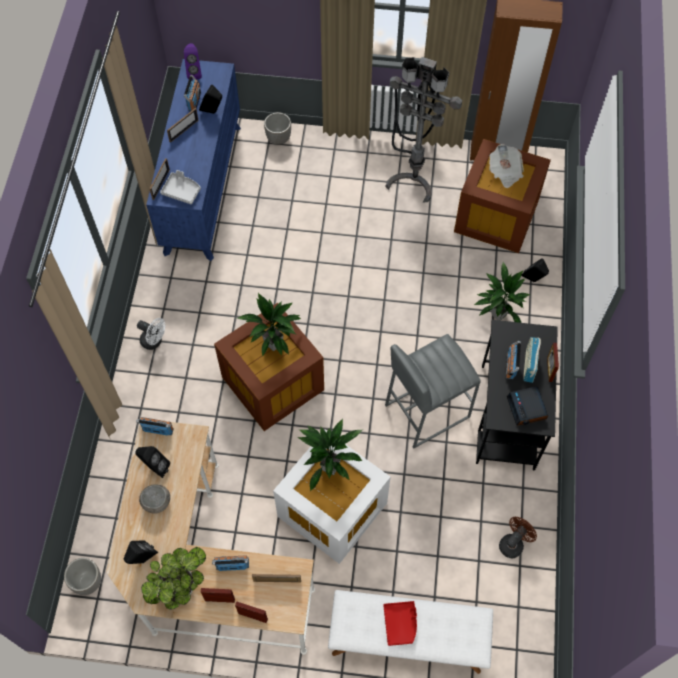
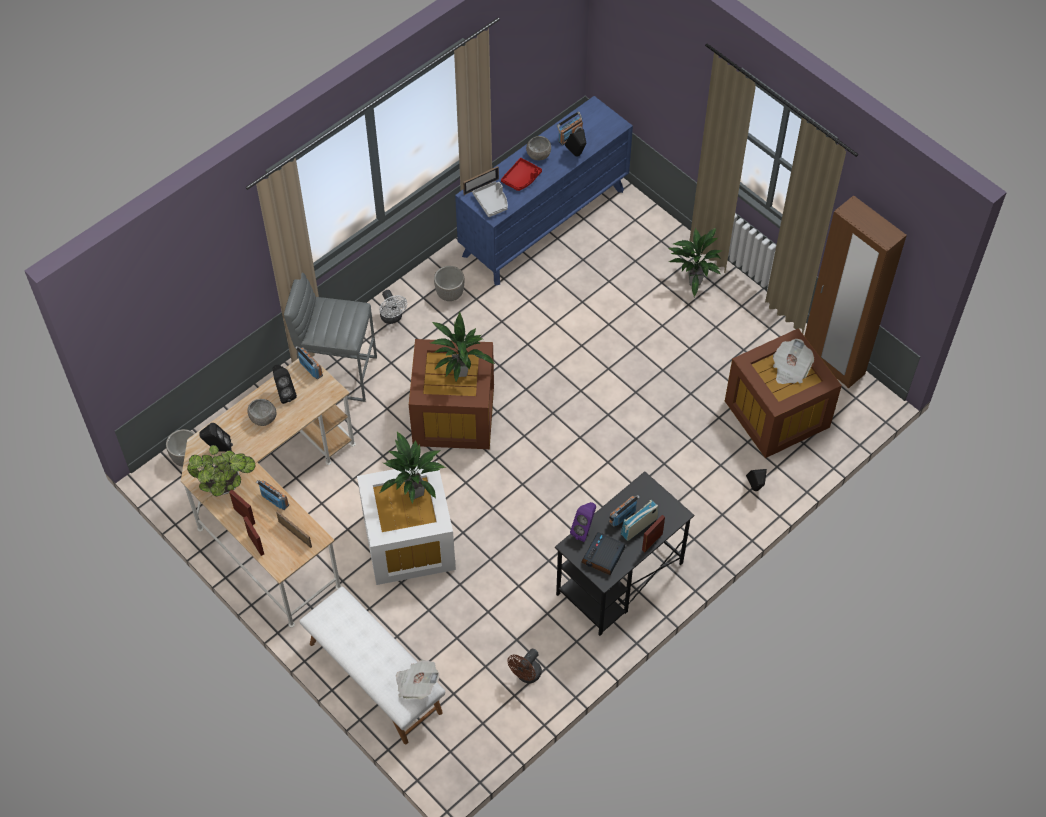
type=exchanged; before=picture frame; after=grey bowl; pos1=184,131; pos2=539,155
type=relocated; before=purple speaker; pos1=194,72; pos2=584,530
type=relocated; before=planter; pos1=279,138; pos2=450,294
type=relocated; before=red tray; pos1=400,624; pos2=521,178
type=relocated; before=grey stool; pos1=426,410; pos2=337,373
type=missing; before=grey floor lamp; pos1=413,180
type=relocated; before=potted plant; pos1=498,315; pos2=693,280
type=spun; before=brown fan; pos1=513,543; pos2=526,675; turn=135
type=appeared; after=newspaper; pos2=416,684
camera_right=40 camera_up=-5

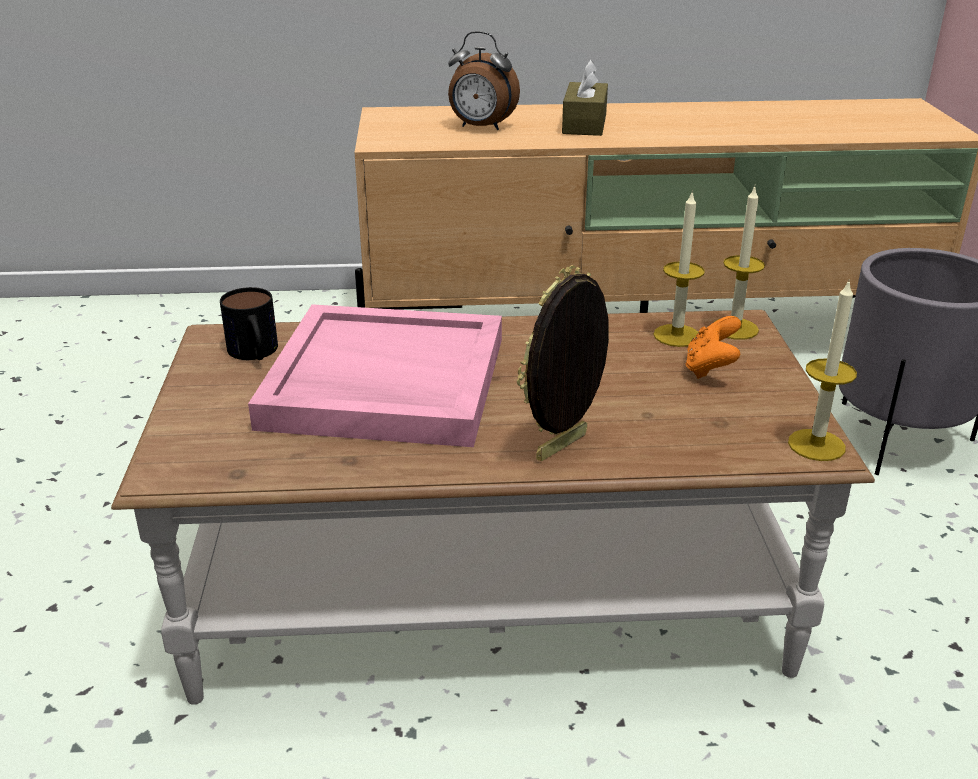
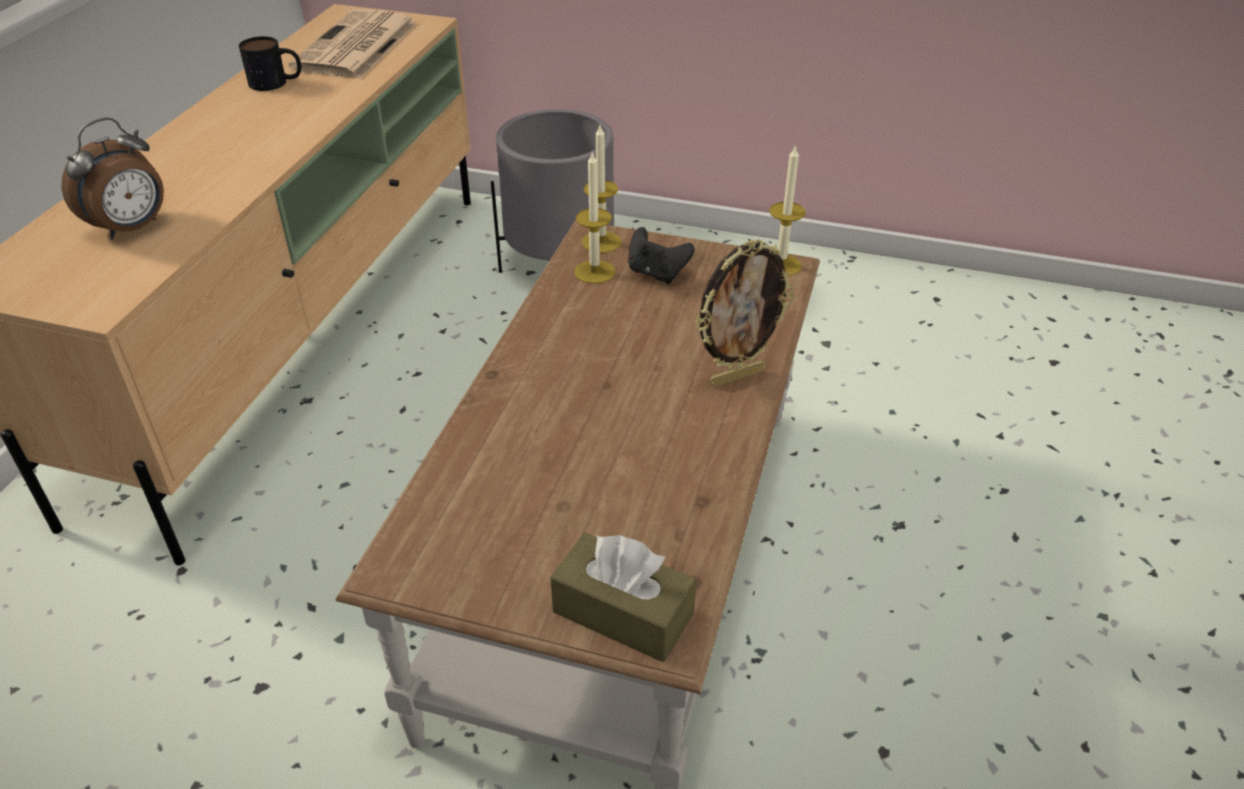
type=relocated; before=mug; pos1=255,353; pos2=277,83
type=missing; before=pink tray; pos1=383,383
type=spun; before=picture frame; pos1=564,448; pos2=736,376; turn=-90
type=relocated; before=brown tissue box; pos1=584,124; pos2=623,613
type=colour; before=orange game controller; after=black game controller; pos1=710,369; pos2=656,273
type=appeared; after=newspaper; pos2=356,47
camera_right=-70 camera_up=10

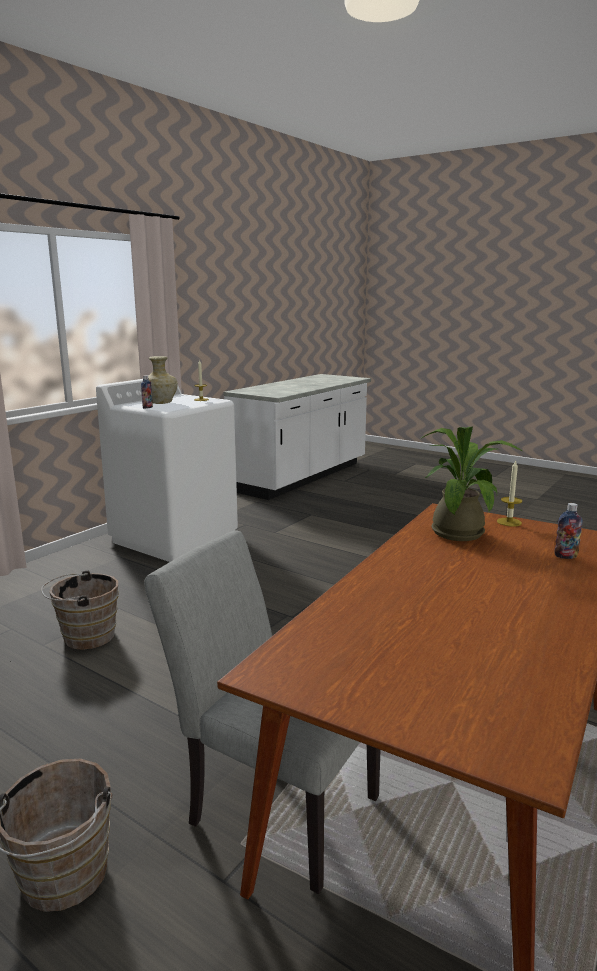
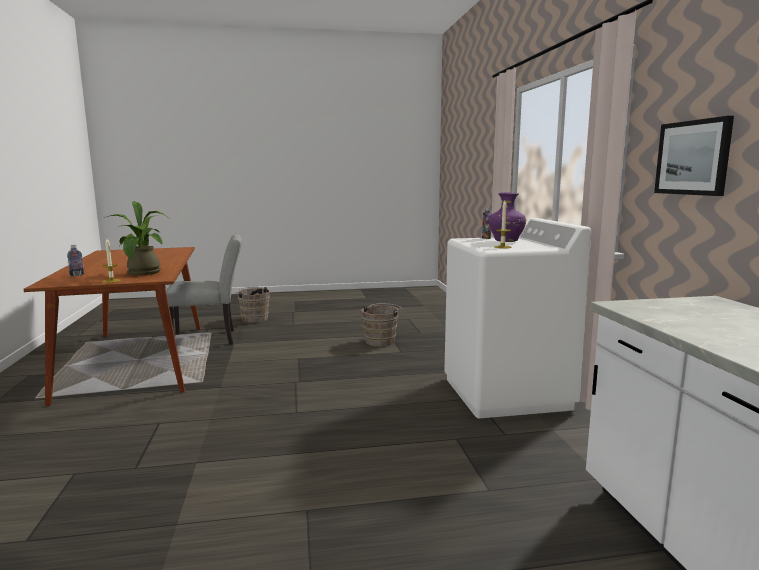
type=colour; before=beige vase; after=purple vase; pos1=160,403; pos2=506,241
type=appeared; after=picture; pos2=693,157
camera_right=135 camera_up=-5

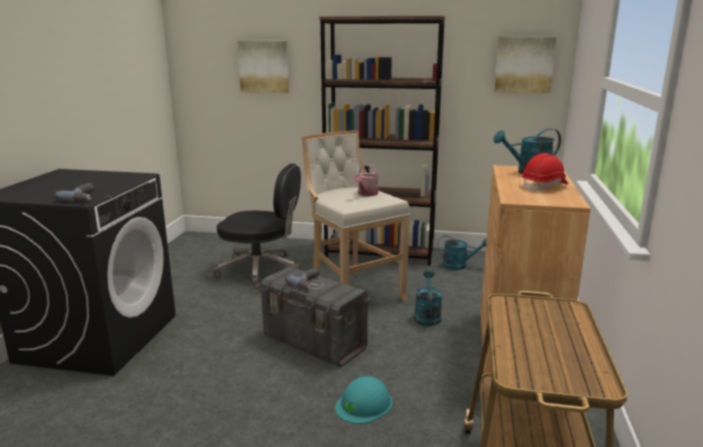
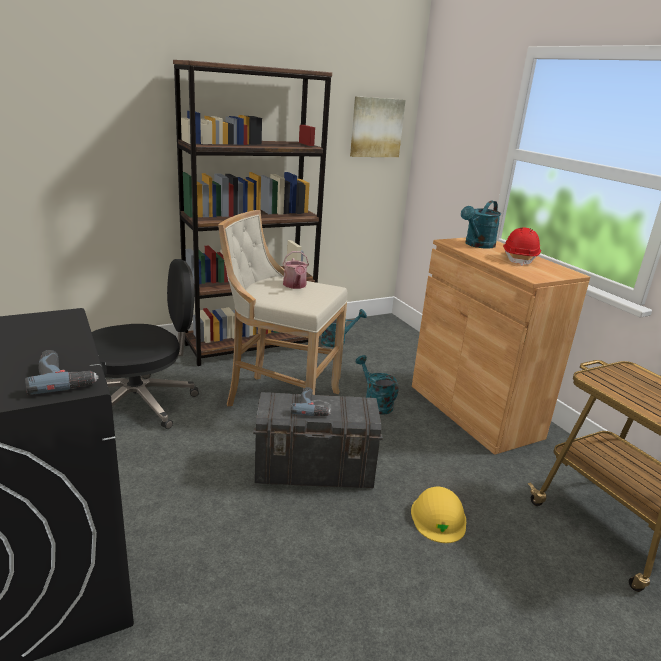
type=missing; before=picture; pos1=264,66
type=colour; before=turquoise hard hat; after=yellow hard hat; pos1=364,404; pos2=438,517
camera_right=-40 camera_up=5

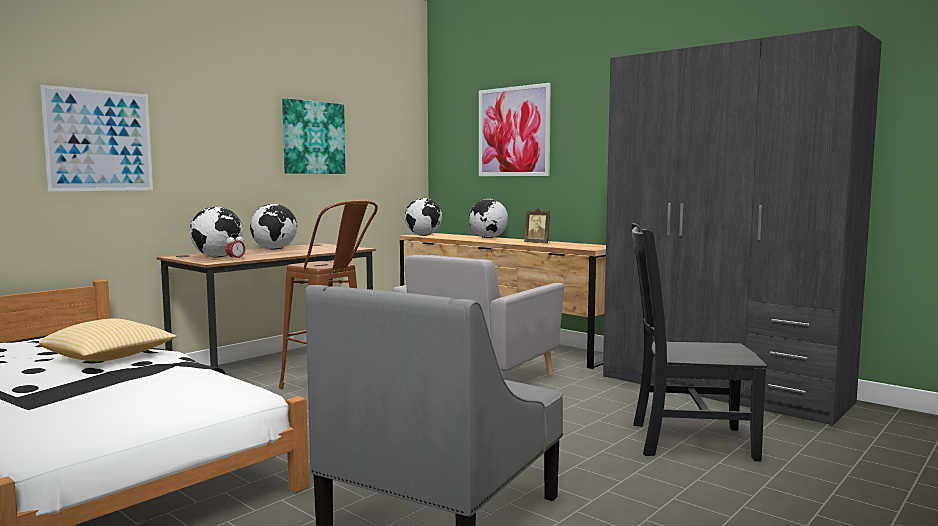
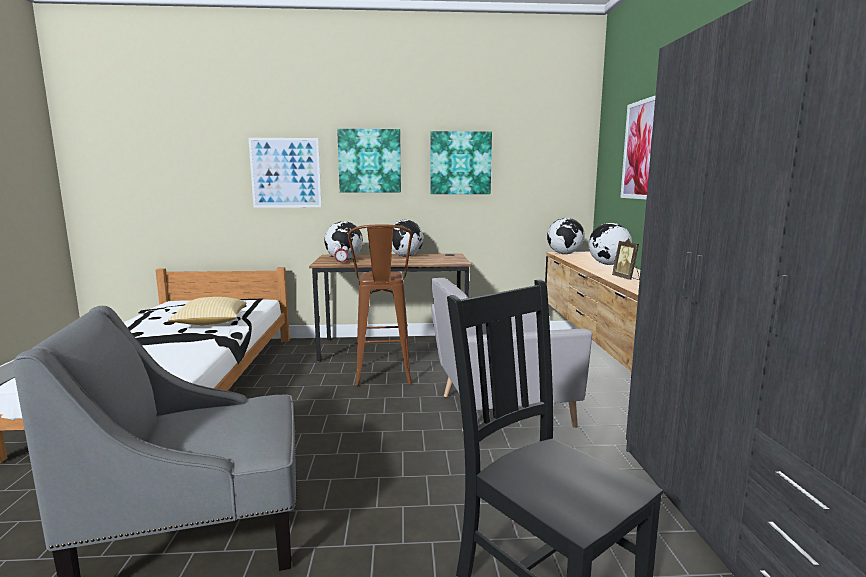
type=appeared; after=picture; pos2=369,161
camera_right=45 camera_up=5

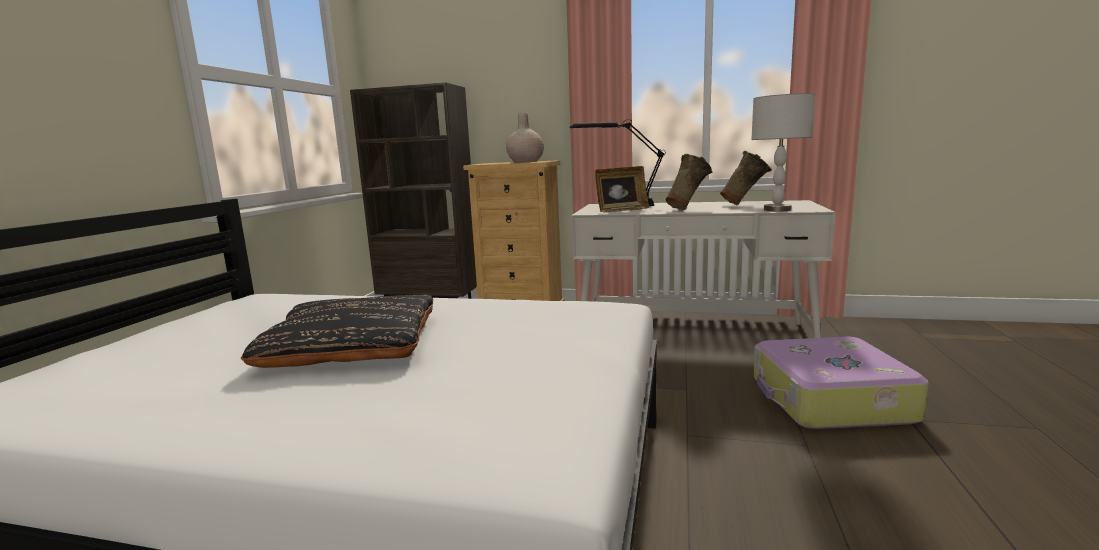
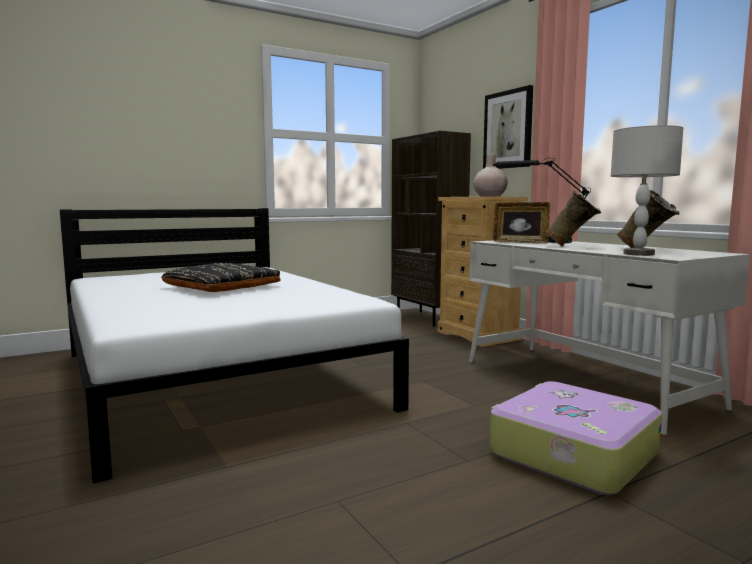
type=appeared; after=picture; pos2=508,130
camera_right=45 camera_up=-5

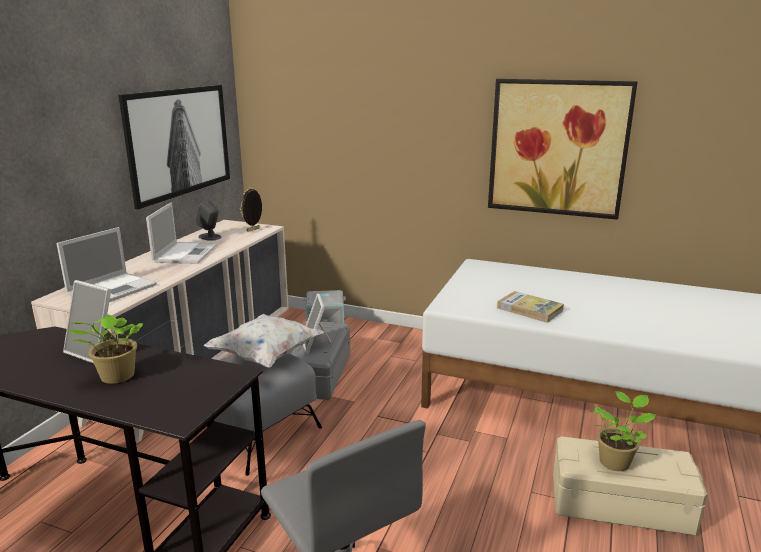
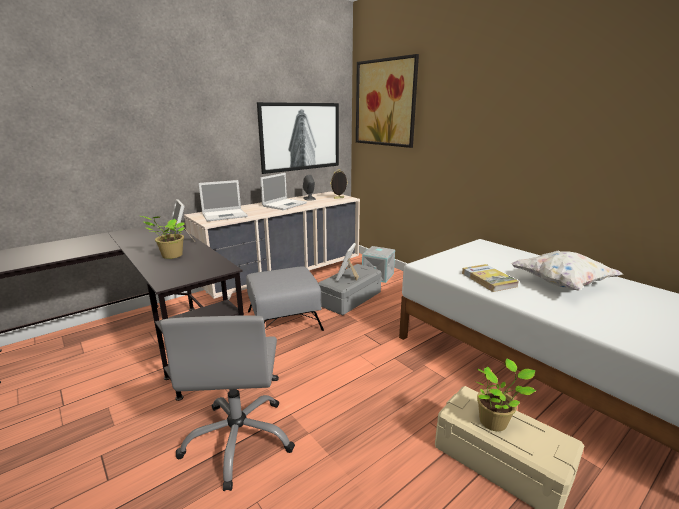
type=relocated; before=white pillow; pos1=267,356; pos2=562,284
type=relocated; before=picture; pos1=557,148; pos2=385,103
camera_right=30 camera_up=0

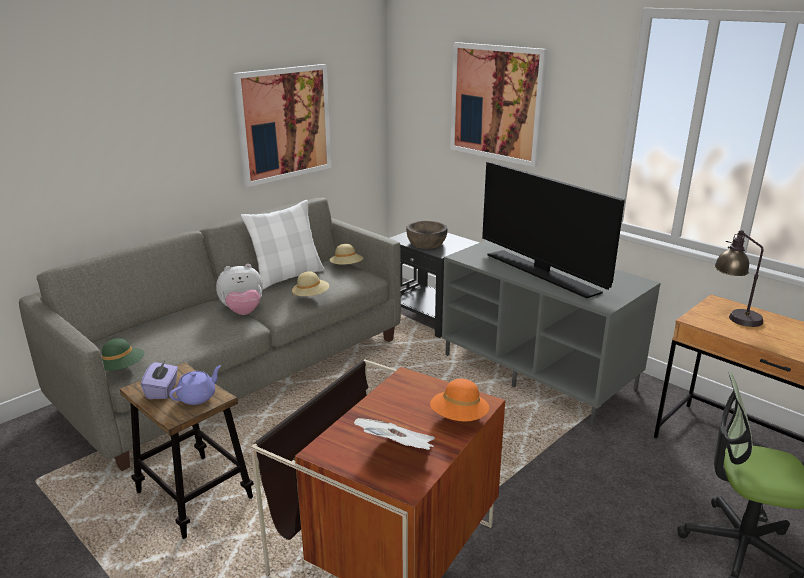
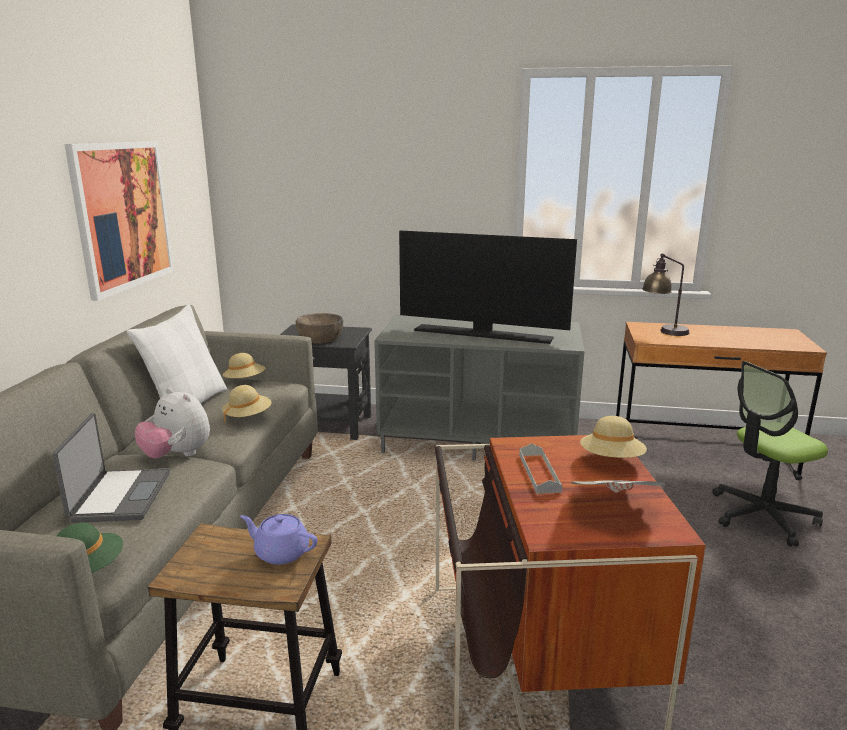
type=missing; before=purple tissue box; pos1=162,390
type=spun; before=purple teapot; pos1=198,397; pos2=280,553; turn=-75
type=spun; before=plush toy; pos1=243,312; pos2=177,455; turn=90
type=colour; before=orange hat; after=beige hat; pos1=459,417; pos2=611,460
type=missing; before=picture; pos1=496,103
type=appeared; after=laptop; pos2=119,496
type=appeared; after=grey tray; pos2=539,473
camera_right=-35 camera_up=-5

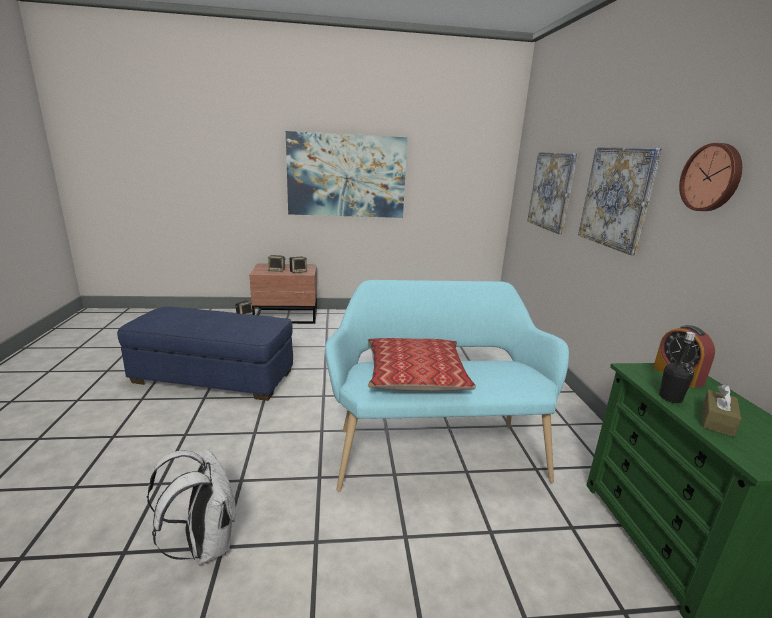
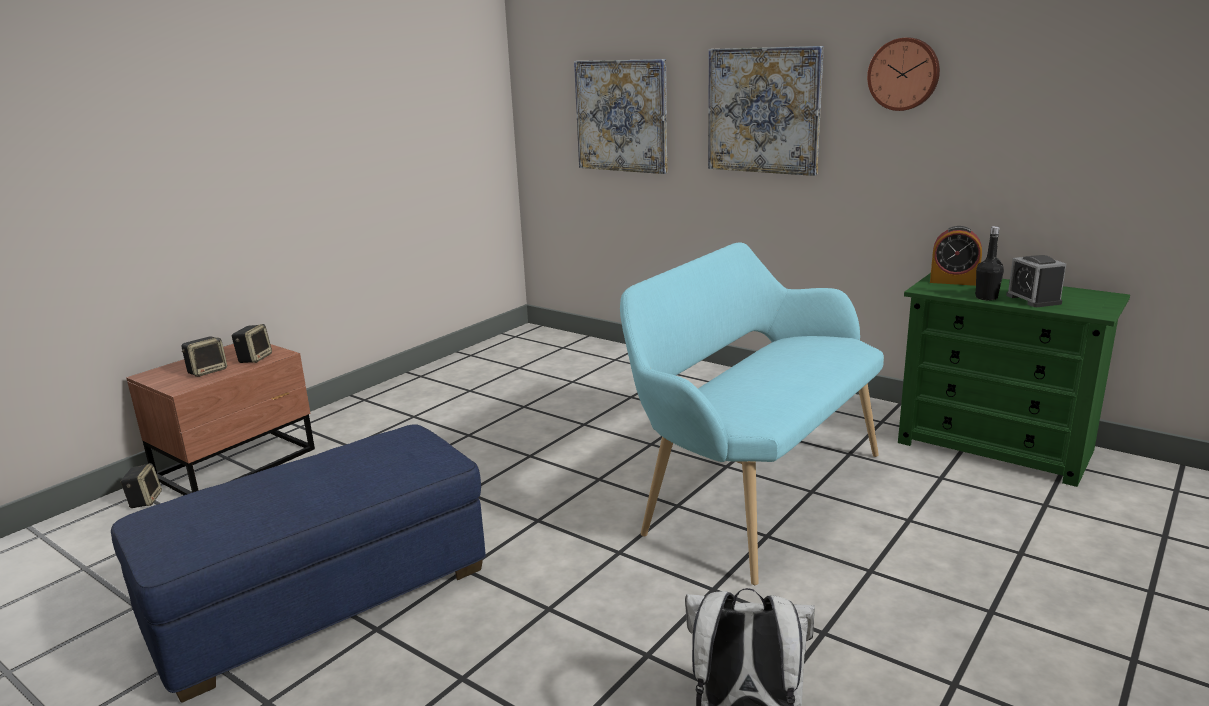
type=missing; before=picture; pos1=346,176
type=missing; before=pillow; pos1=416,375
type=exchanged; before=brown tissue box; after=alarm clock; pos1=717,421; pos2=1033,299
camera_right=-45 camera_up=0

